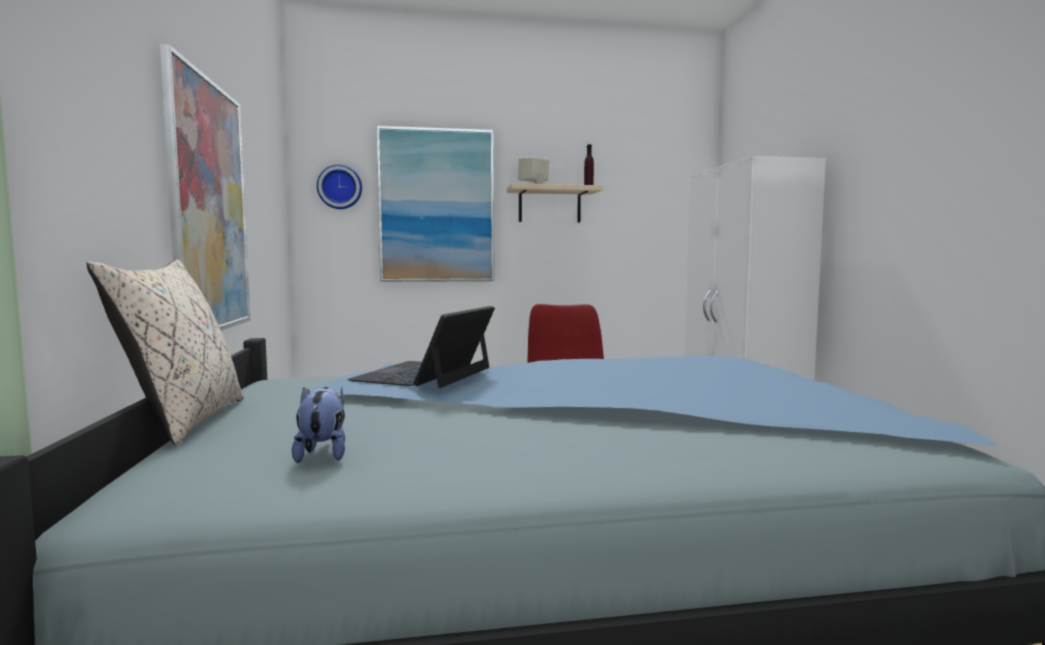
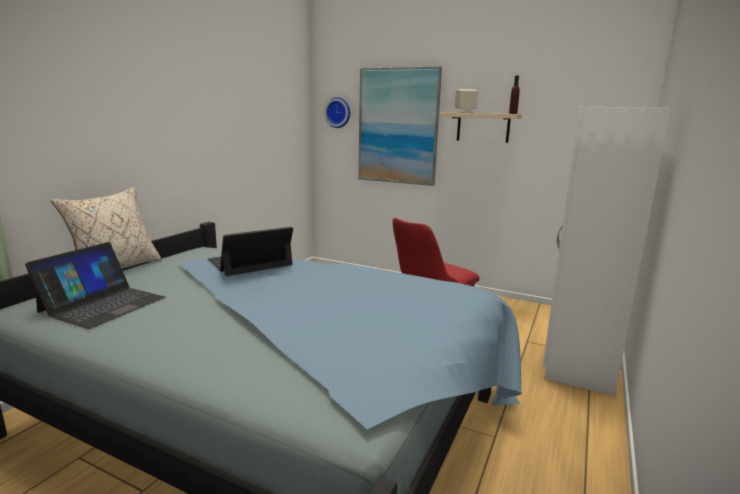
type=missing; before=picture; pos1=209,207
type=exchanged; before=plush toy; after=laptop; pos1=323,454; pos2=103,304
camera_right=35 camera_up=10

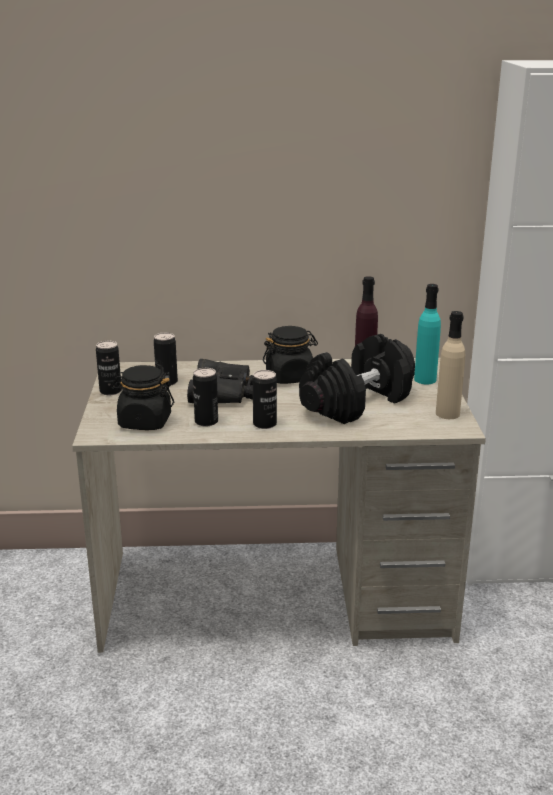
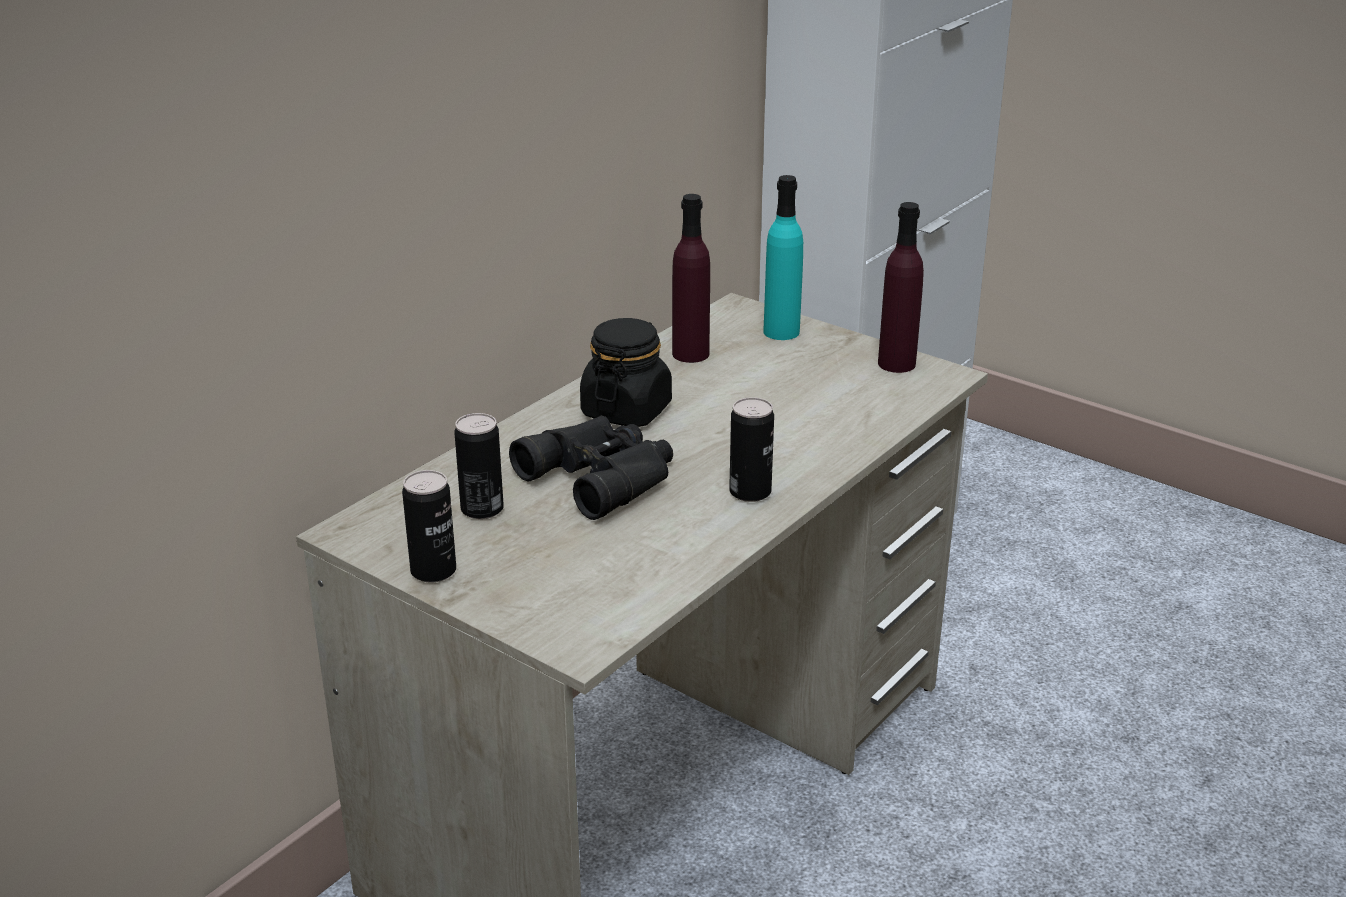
type=missing; before=black jar; pos1=144,422
type=missing; before=can; pos1=206,421
type=missing; before=black dumbbell; pos1=357,402
type=colour; before=beige bottle; after=purple bottle; pos1=447,414; pos2=896,364
camera_right=-50 camera_up=5

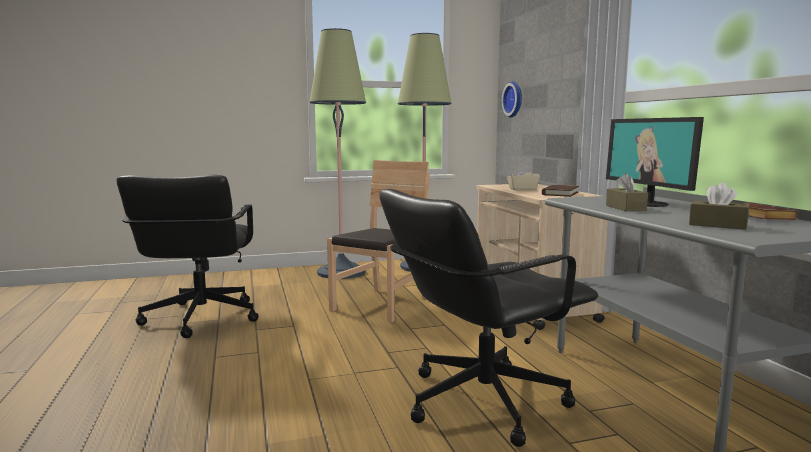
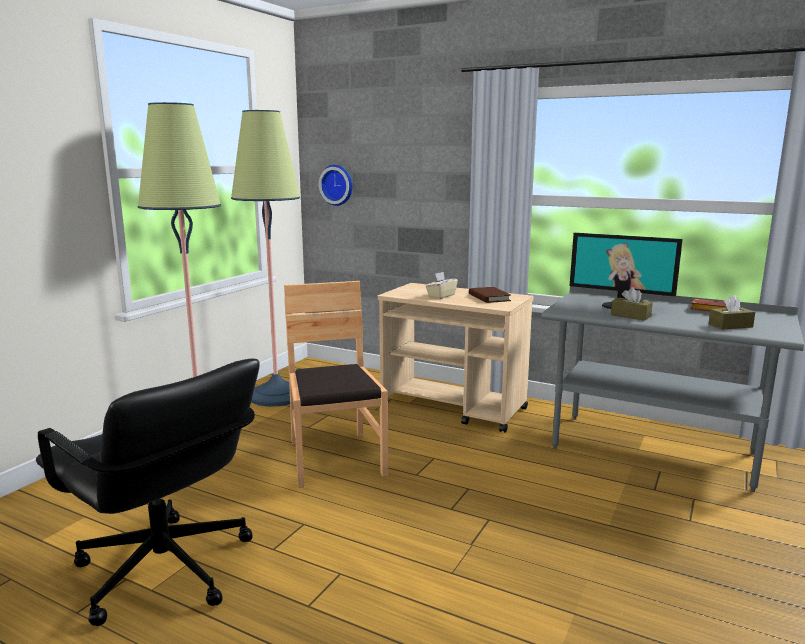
type=missing; before=black office chair; pos1=481,401
camera_right=-45 camera_up=5

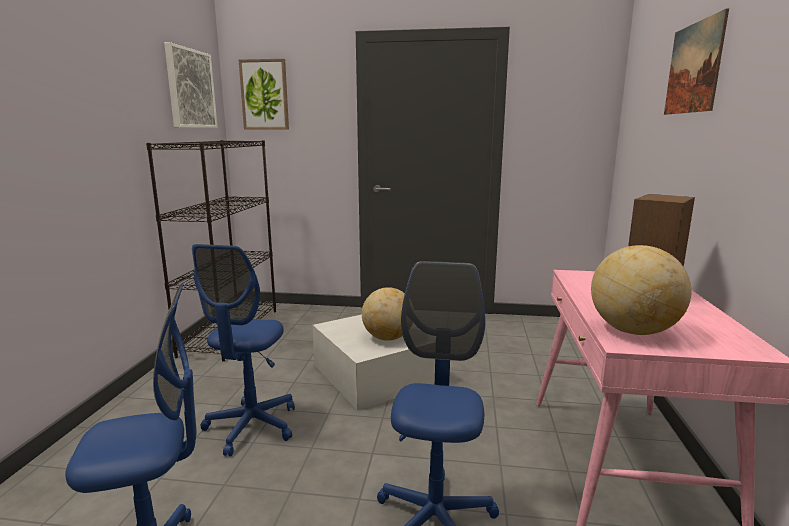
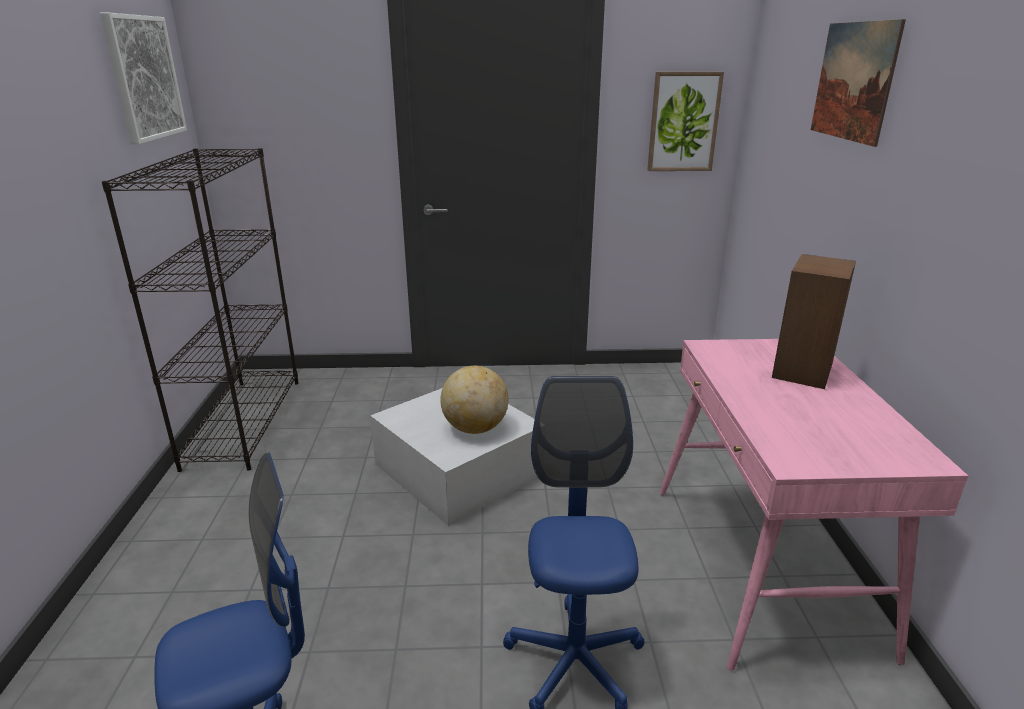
type=missing; before=blue office chair; pos1=252,426
type=relocated; before=picture; pos1=264,95; pos2=683,122
type=missing; before=globe; pos1=633,331
camera_right=-10 camera_up=10

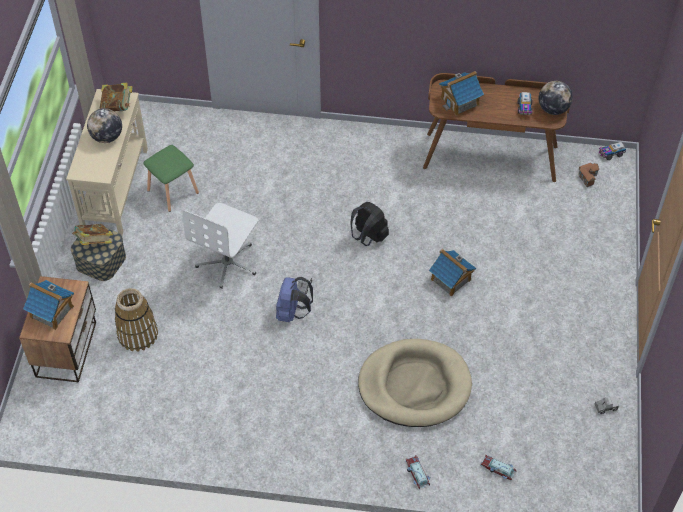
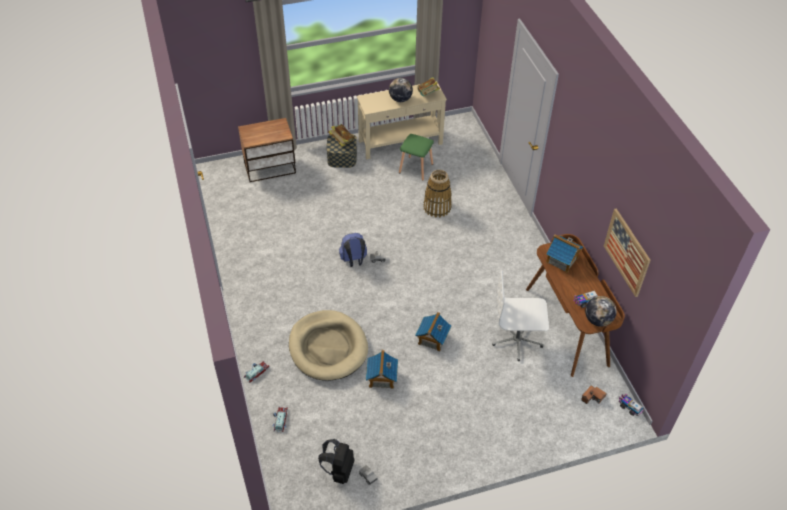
type=relocated; before=toy house; pos1=52,312; pos2=381,378
type=relocated; before=basket; pos1=138,334; pos2=437,207
type=relocated; before=white office chair; pos1=228,263; pos2=517,340
type=relocated; before=black backpack; pos1=368,237; pos2=339,470
type=appeared; after=picture; pos2=627,252
camera_right=65 camera_up=-5

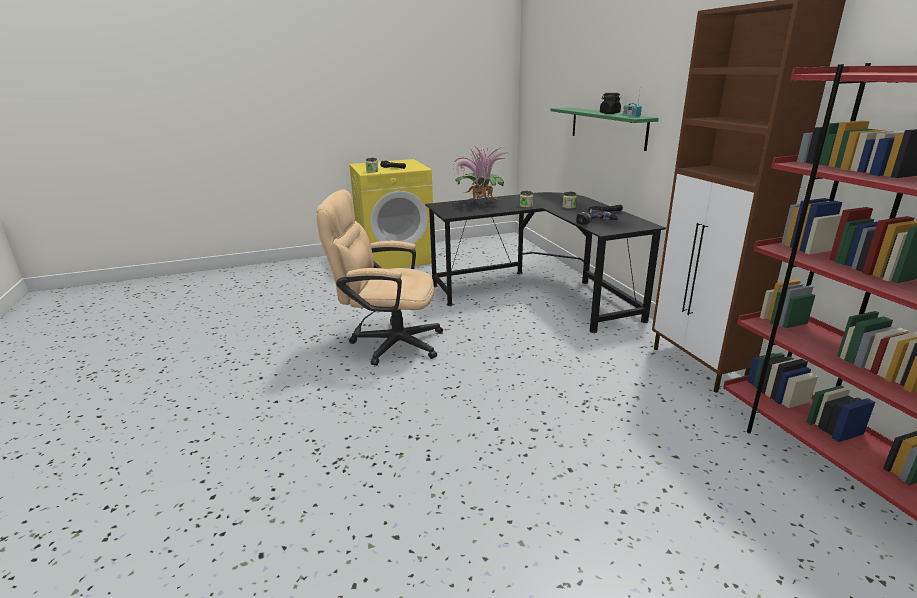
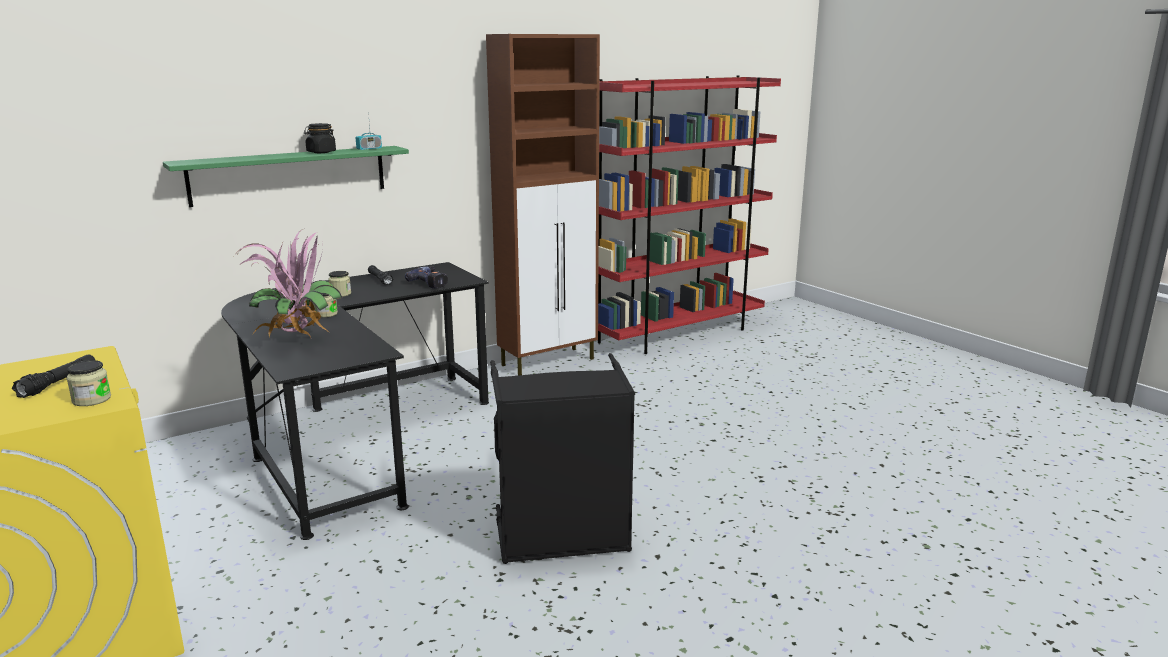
type=exchanged; before=beige office chair; after=black laundry basket; pos1=388,343; pos2=562,538
camera_right=-105 camera_up=-5

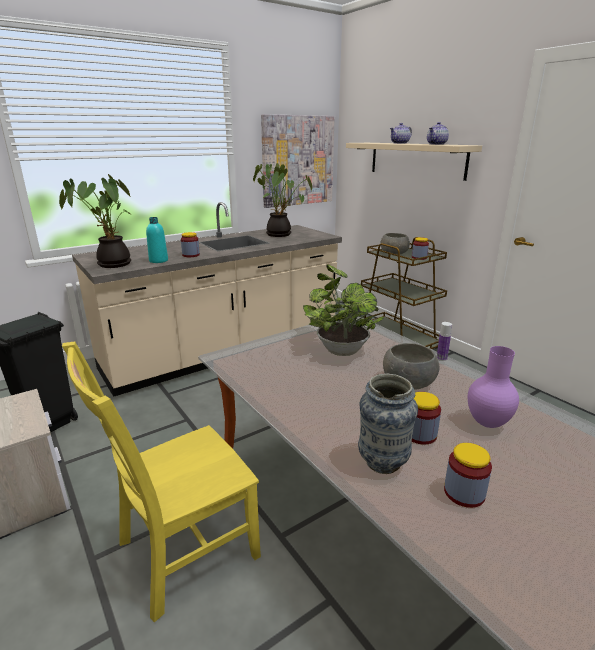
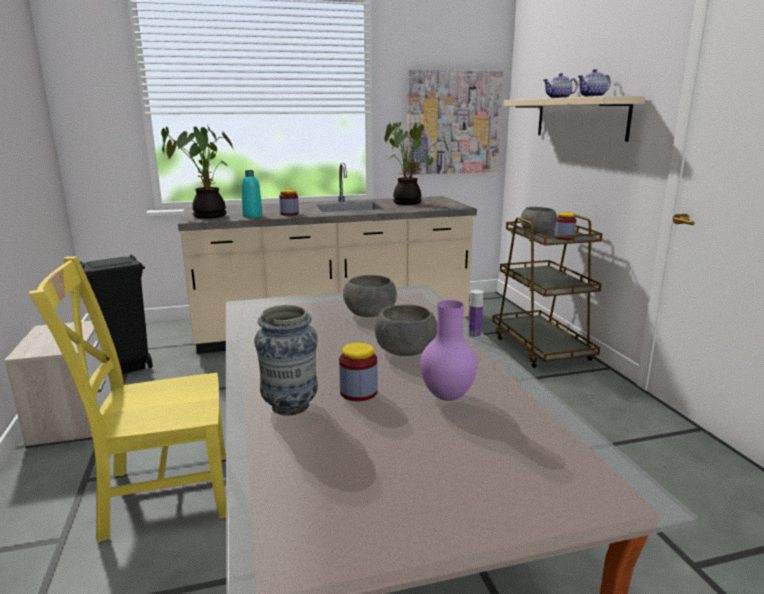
type=exchanged; before=potted plant; after=grey bowl; pos1=340,349; pos2=370,313
type=missing; before=jar; pos1=464,493
camera_right=20 camera_up=-5

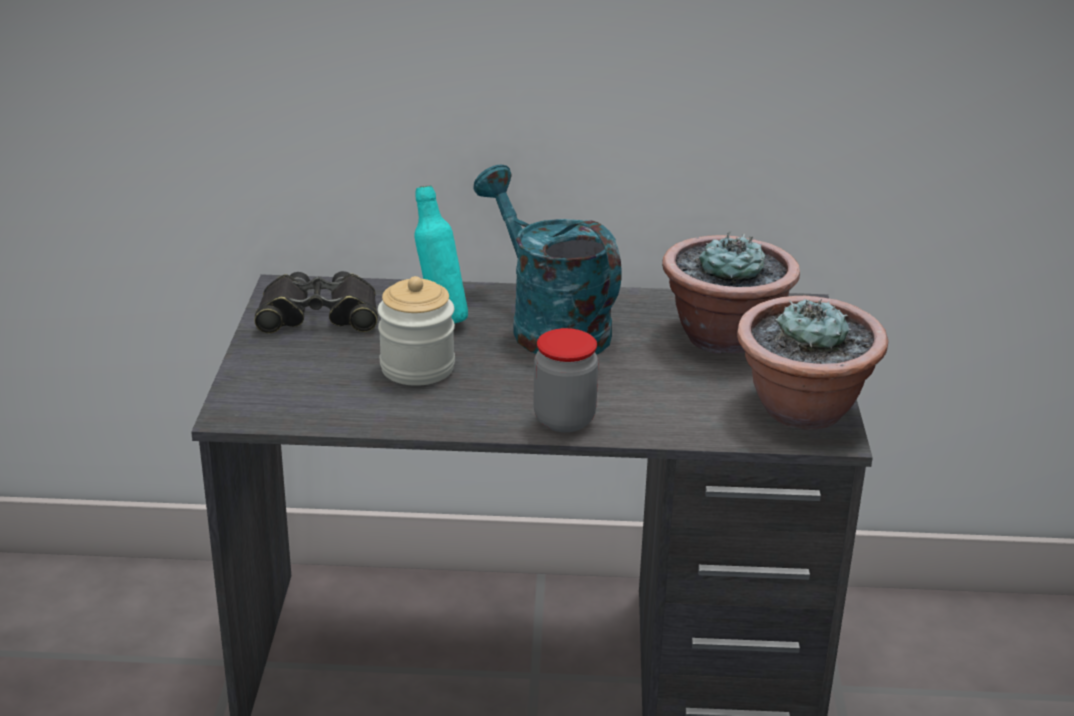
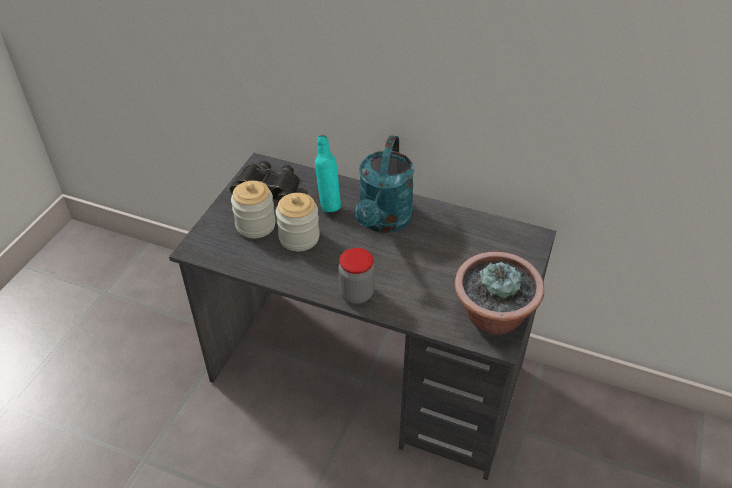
type=spun; before=turquoise watering can; pos1=549,325; pos2=383,221; turn=-150
type=missing; before=potted plant; pos1=723,337
type=appeared; after=jar; pos2=255,225
camera_right=20 camera_up=15

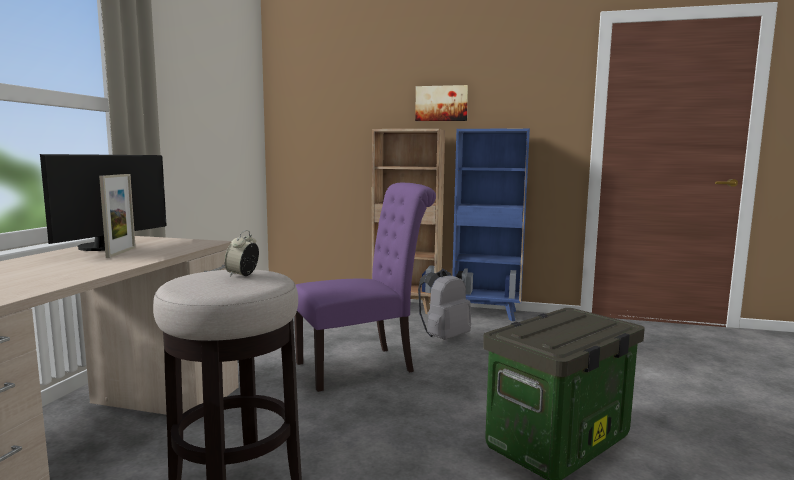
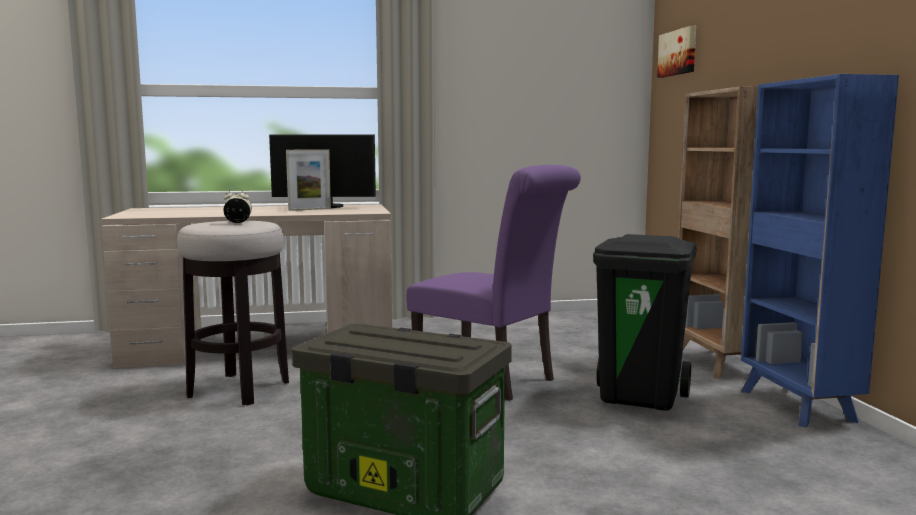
type=relocated; before=picture; pos1=441,103; pos2=678,53
type=exchanged; before=grey backpack; after=black trash can; pos1=444,337; pos2=641,397
camera_right=65 camera_up=0

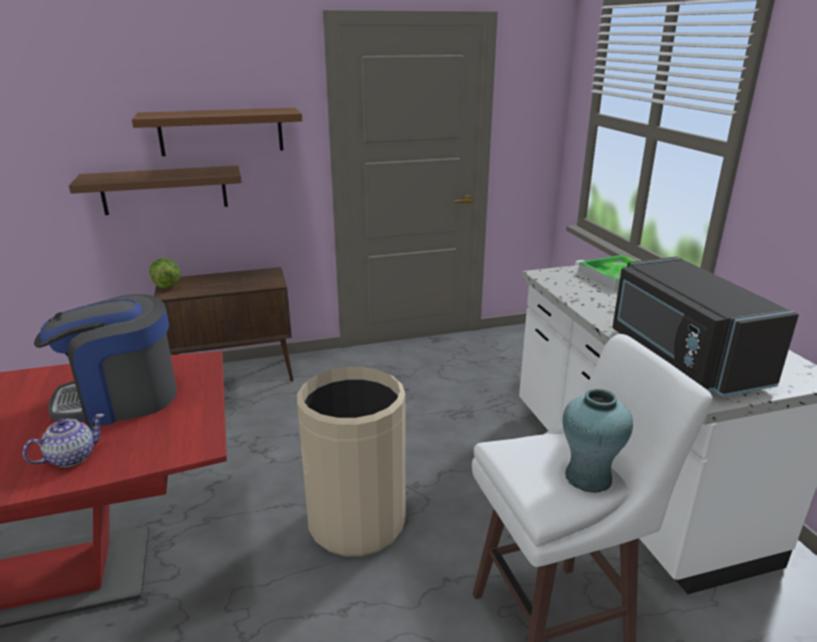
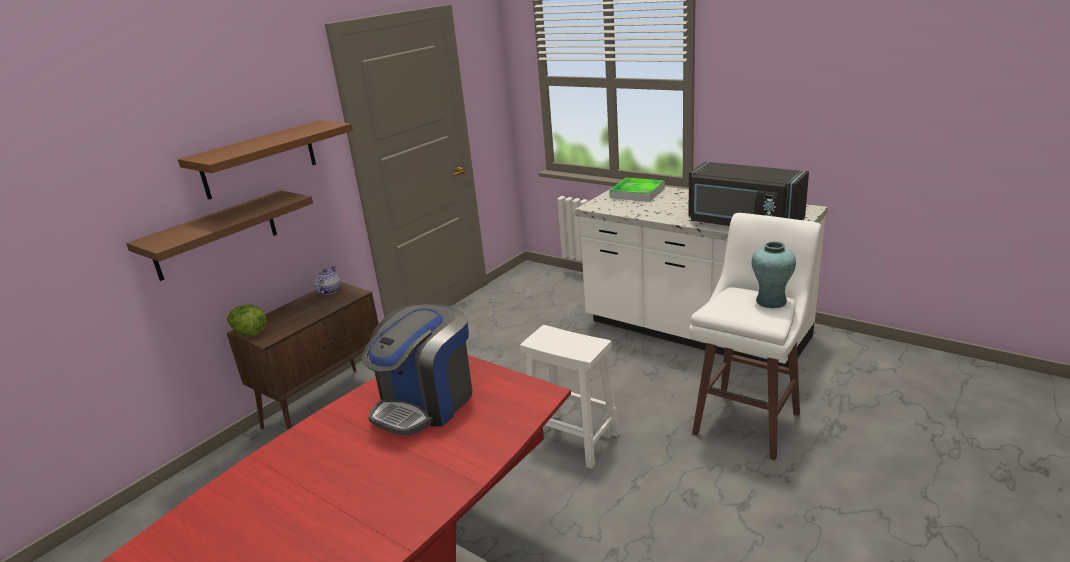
type=relocated; before=teapot; pos1=70,457; pos2=329,291
type=exchanged; before=beige trash can; after=white stool; pos1=357,522; pos2=574,440
camera_right=-35 camera_up=0

